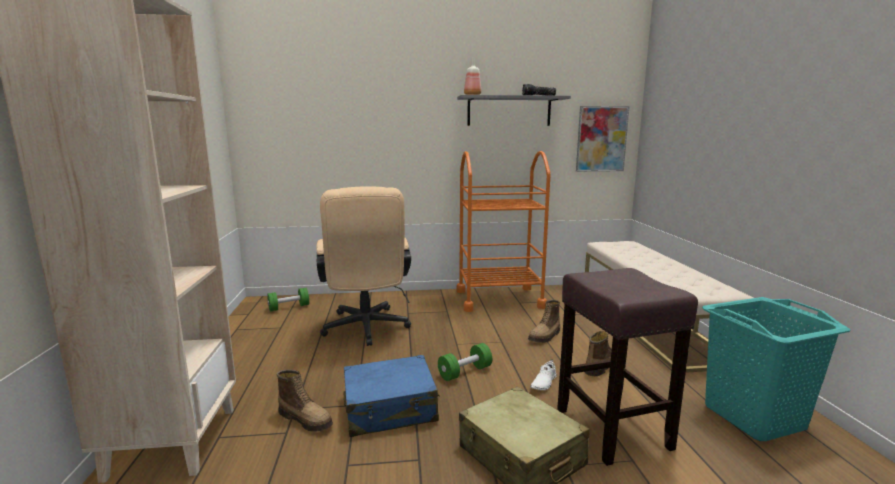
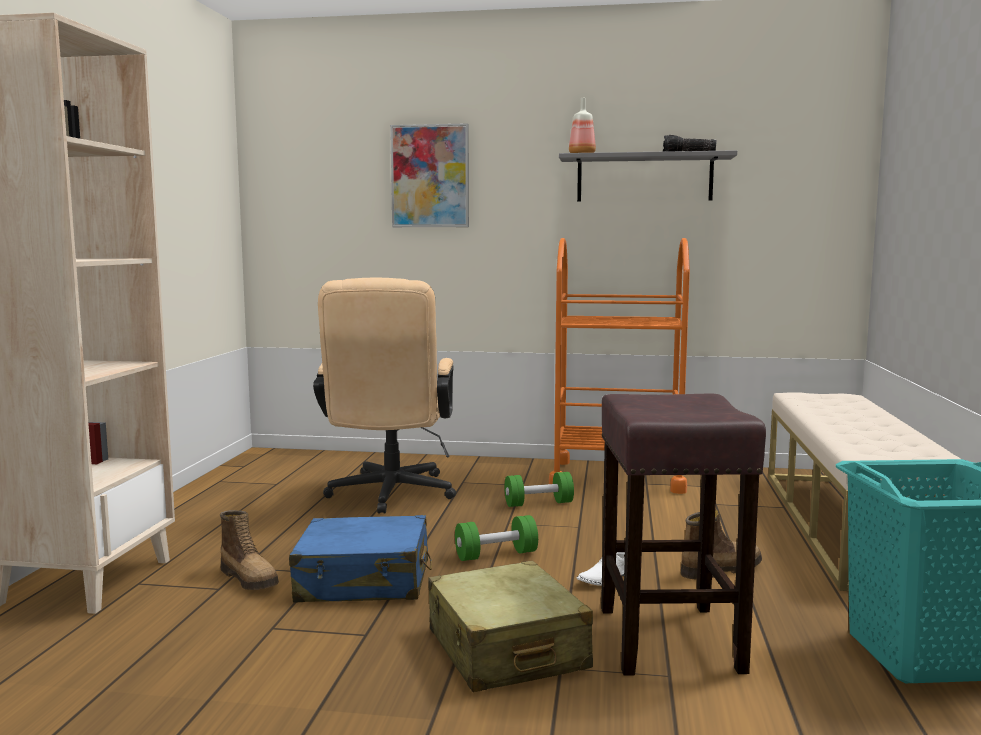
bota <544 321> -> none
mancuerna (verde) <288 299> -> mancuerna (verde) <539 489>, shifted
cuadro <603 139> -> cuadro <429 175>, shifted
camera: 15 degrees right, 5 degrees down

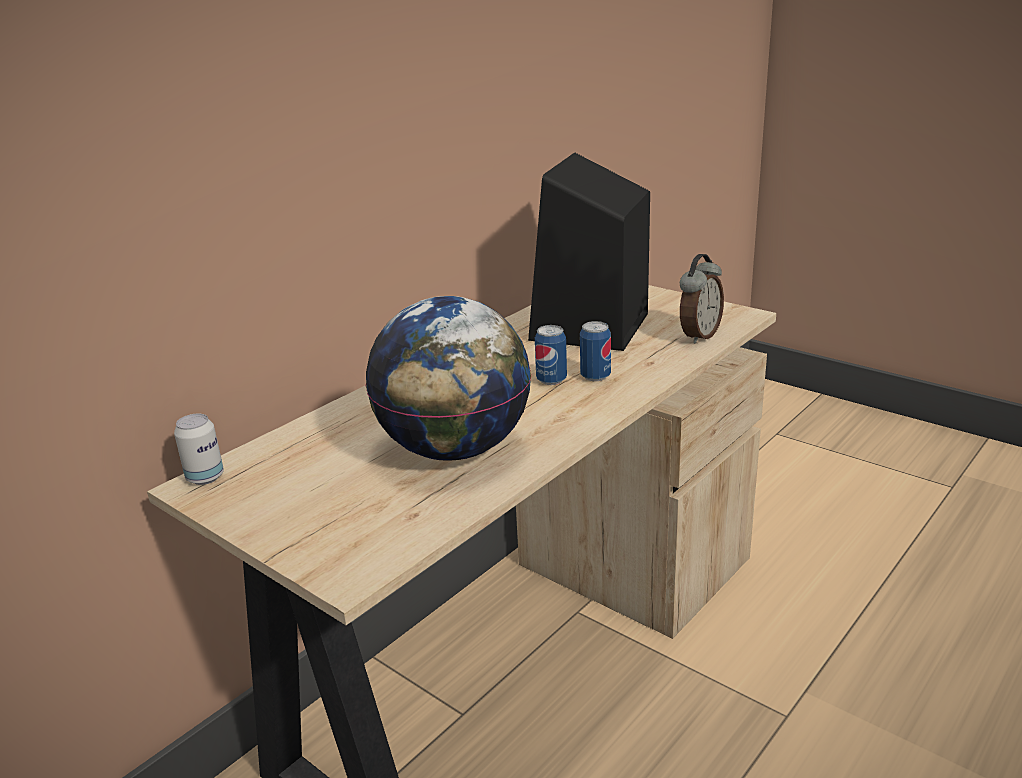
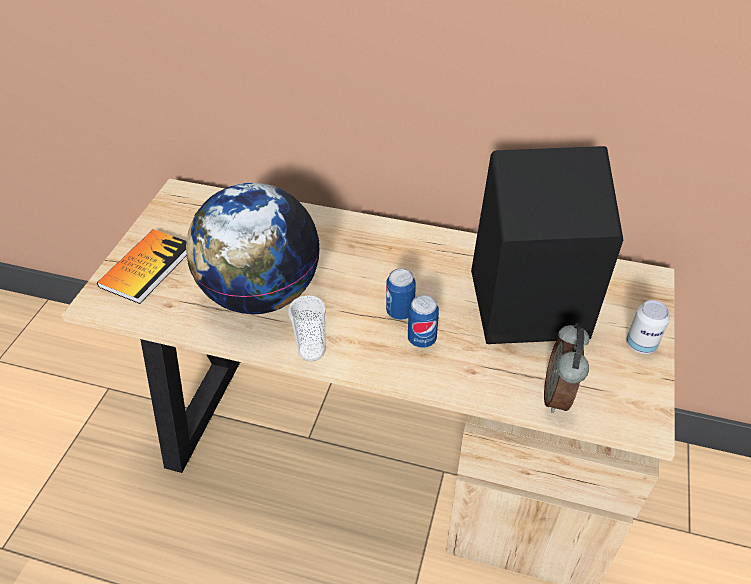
none -> libro <142 266>
none -> taza <307 328>
lata <199 449> -> lata <648 327>, shifted
despertador <702 299> -> despertador <566 368>, 90 degrees clockwise
camera: 65 degrees right, 20 degrees up

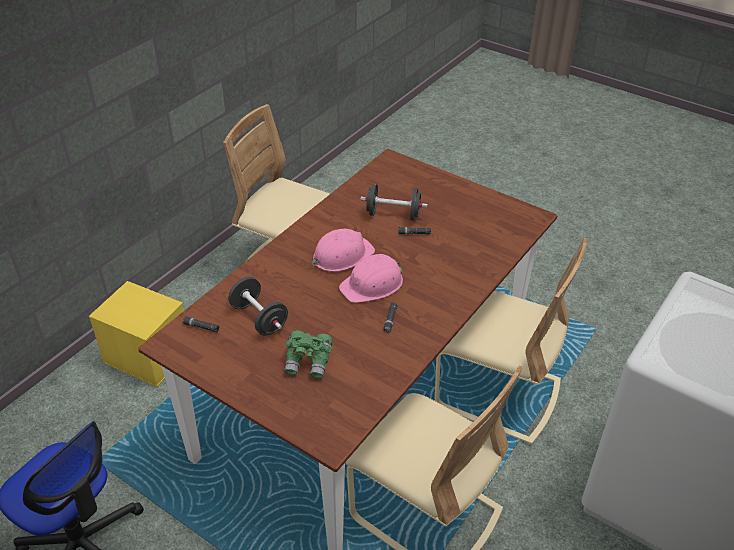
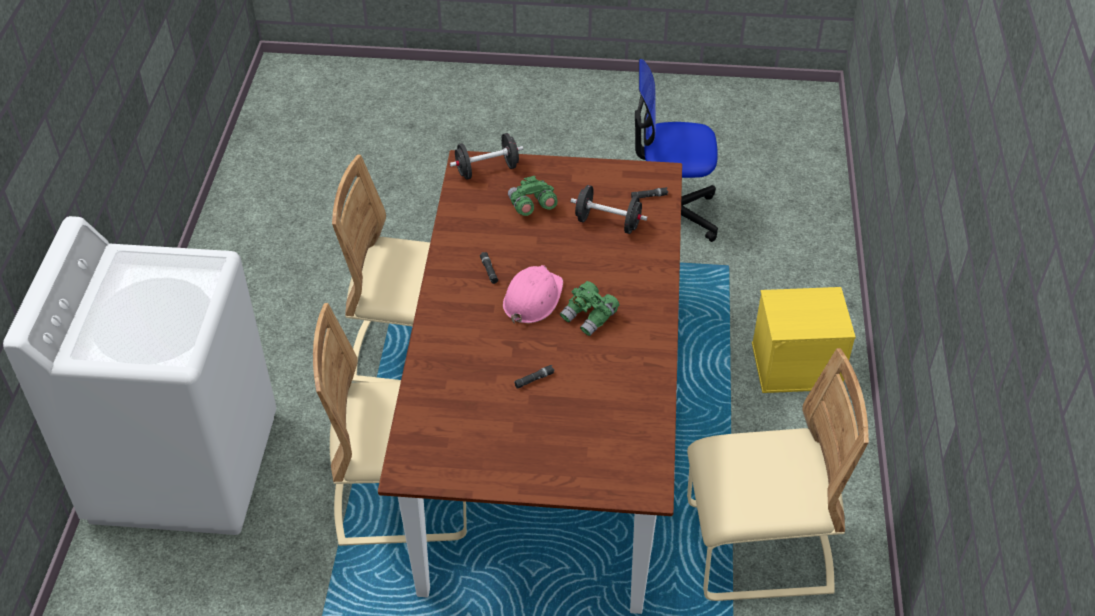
mancuerna (negro) <394 202> -> mancuerna (negro) <486 156>, shifted
casco (rosa) <343 250> -> prismáticos (verde) <590 308>
camera: 150 degrees right, 5 degrees up

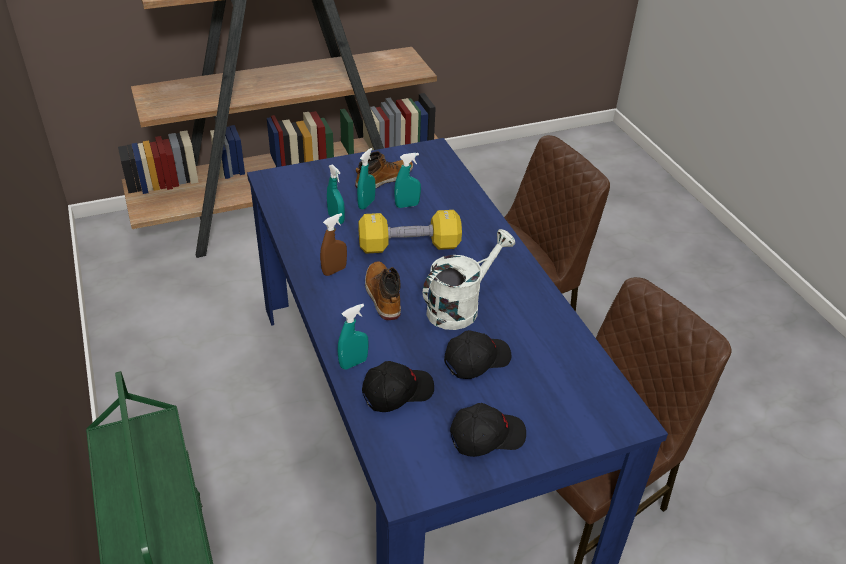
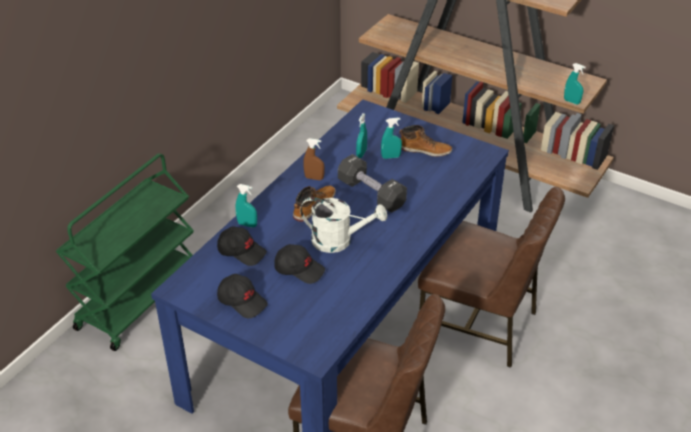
pulverizador (turquesa) <407 180> -> pulverizador (turquesa) <575 83>, shifted
mancuerna (amarillo) <410 232> -> mancuerna (negro) <372 183>
camera: 55 degrees right, 0 degrees up

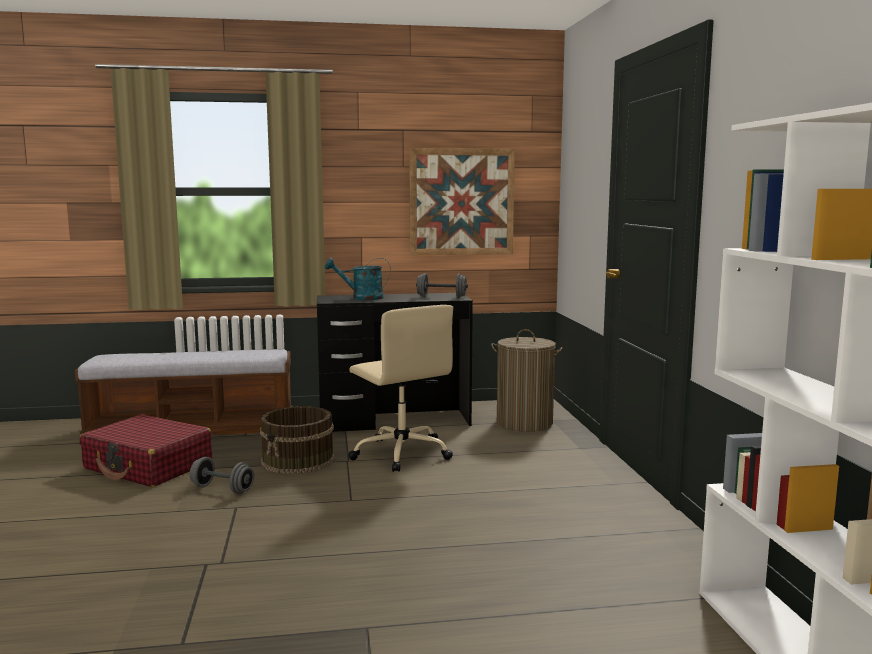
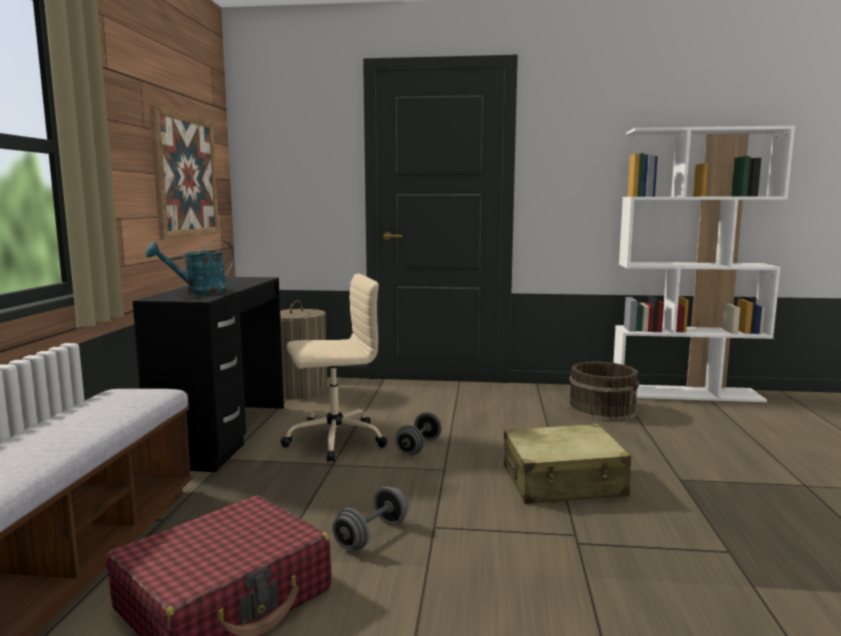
none -> maleta (beis) <567 464>
cubo (marrón) <297 440> -> cubo (marrón) <603 391>, shifted
mancuerna (gris) <442 285> -> mancuerna (gris) <418 433>, shifted
regadera (turquesa) <358 279> -> regadera (turquesa) <190 267>, 45 degrees clockwise
camera: 75 degrees left, 0 degrees up

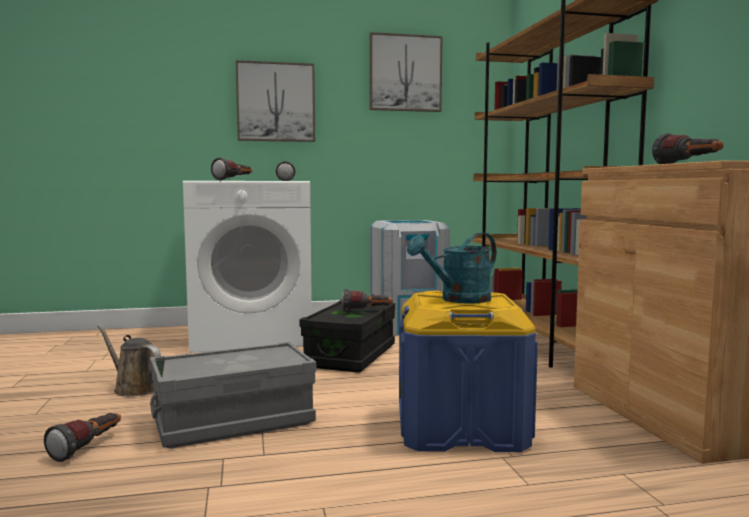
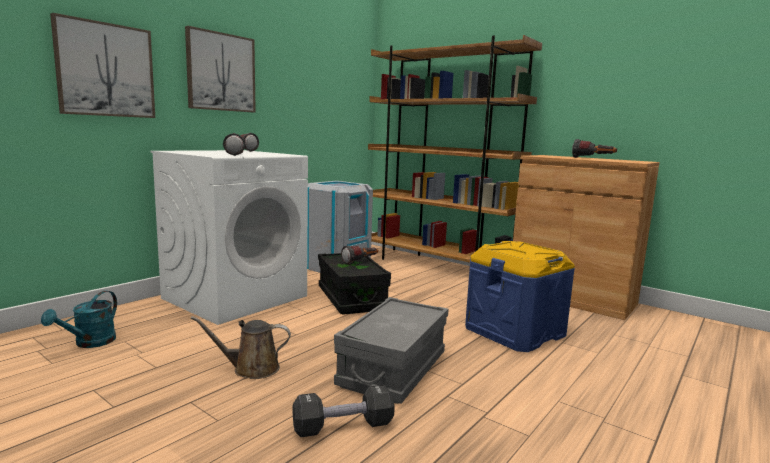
cuadro <405 72> -> cuadro <102 65>, shifted
regadera (turquesa) <451 268> -> regadera (turquesa) <79 319>, shifted
linterna <82 437> -> mancuerna (negro) <344 411>
camera: 40 degrees left, 5 degrees up

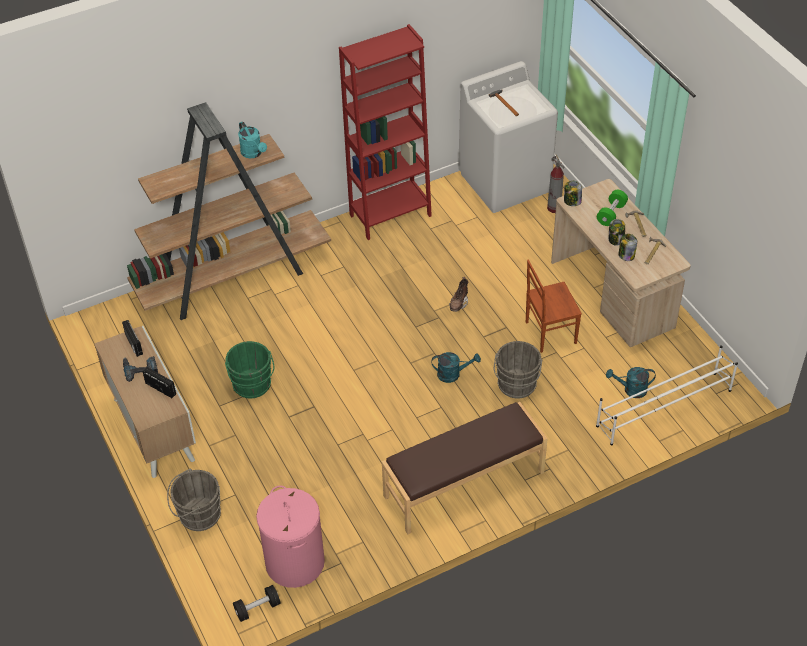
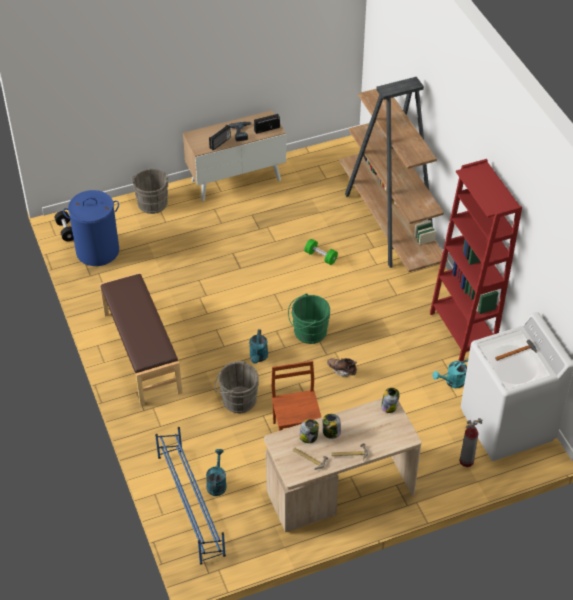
cubo (verde) <250 370> -> cubo (verde) <309 319>, shifted
regadera (turquesa) <252 140> -> regadera (turquesa) <450 374>, shifted
mancuerna (verde) <612 208> -> mancuerna (verde) <321 252>, shifted
cesto de la ropa (rosa) <290 536> -> cesto de la ropa (azul) <91 228>
zapatero (blanco) <667 395> -> zapatero (azul) <190 496>
camera: 95 degrees right, 0 degrees up

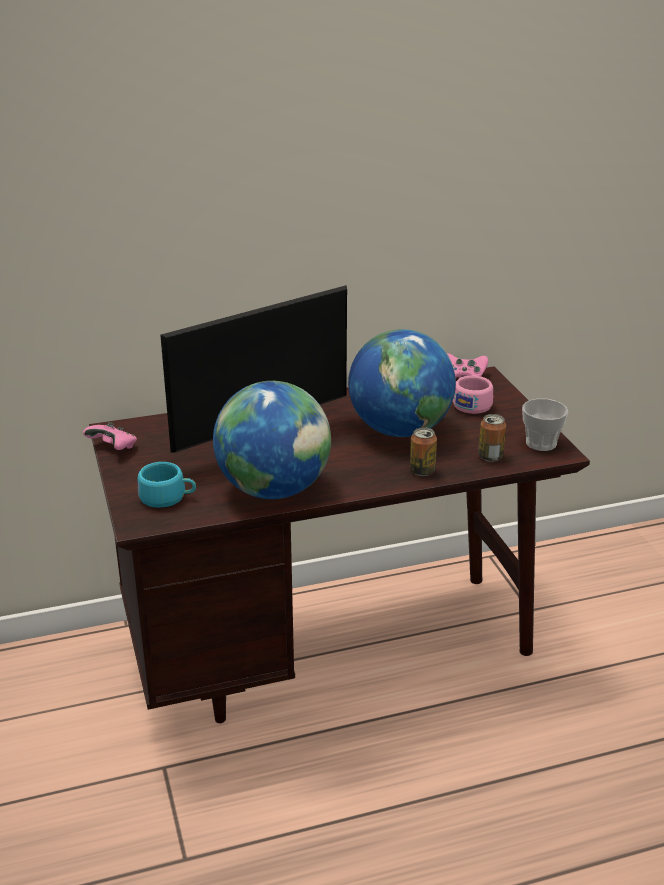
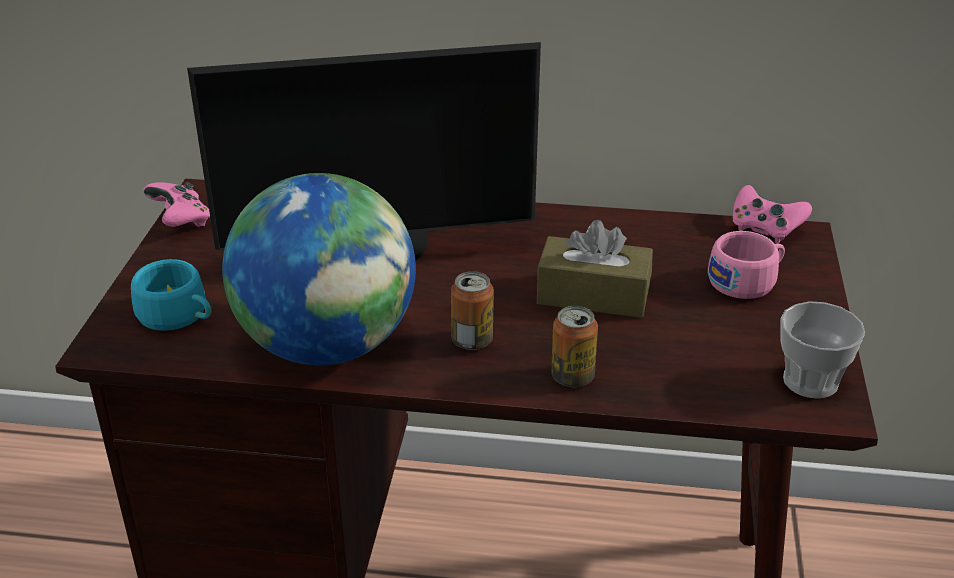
lata <492 438> -> lata <472 310>, shifted
globo terráqueo <402 383> -> caja de pañuelos (marrón) <595 269>
camera: 25 degrees right, 5 degrees up

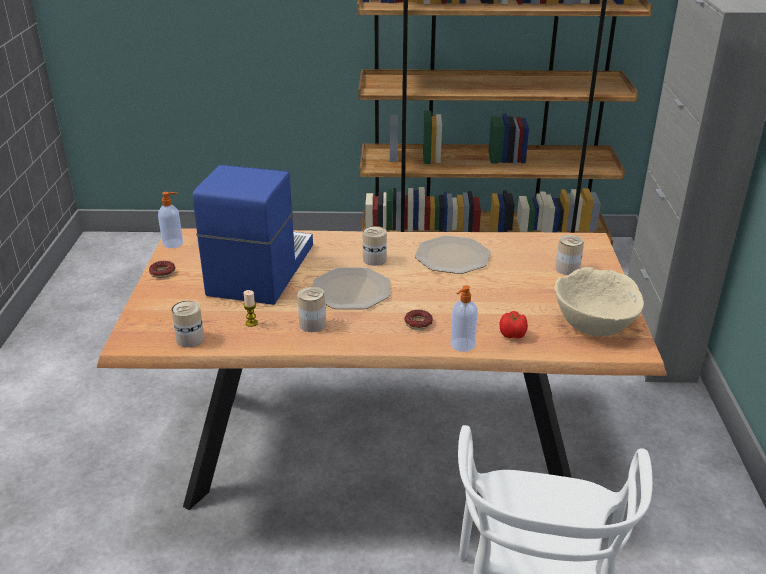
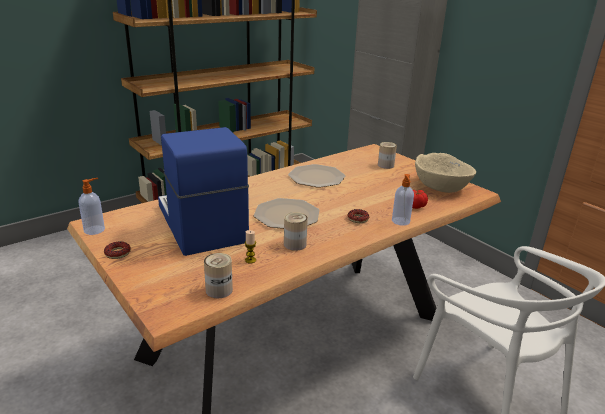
lata <374 246> -> none
camera: 40 degrees left, 5 degrees down

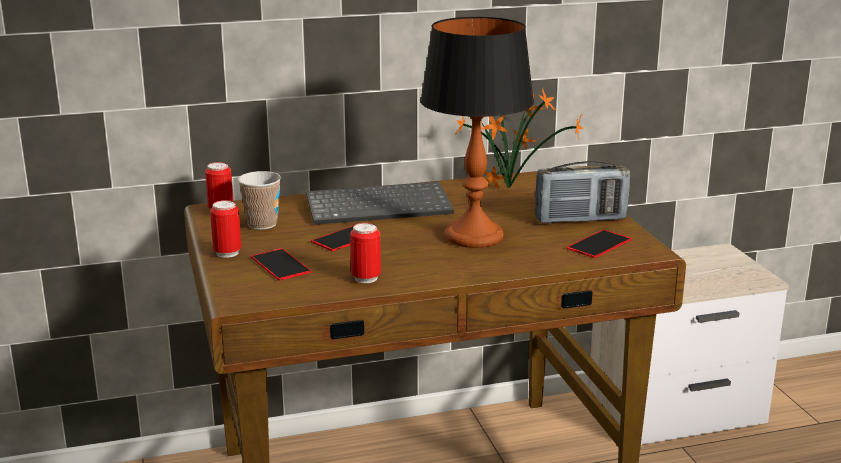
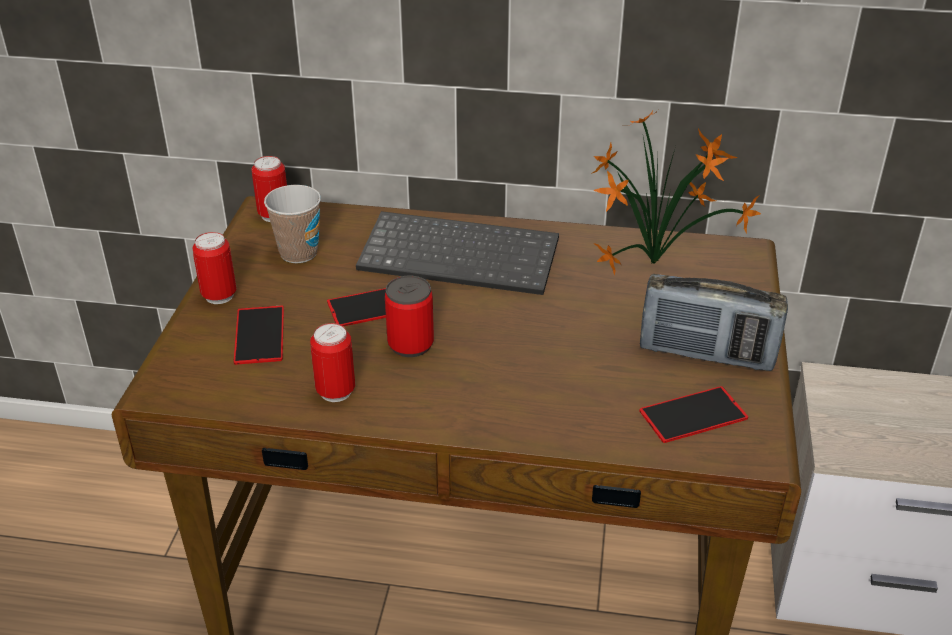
lámpara de mesa <477 132> -> none
none -> lata <409 316>
camera: 25 degrees right, 15 degrees up

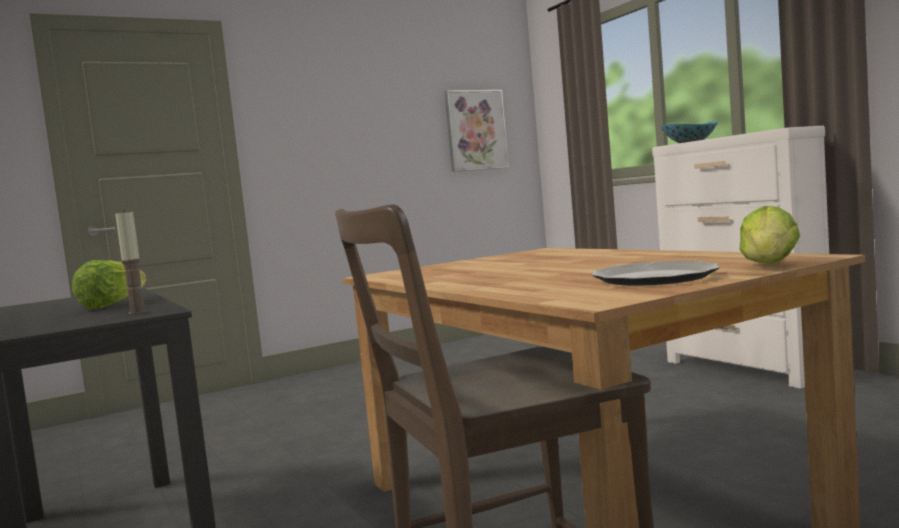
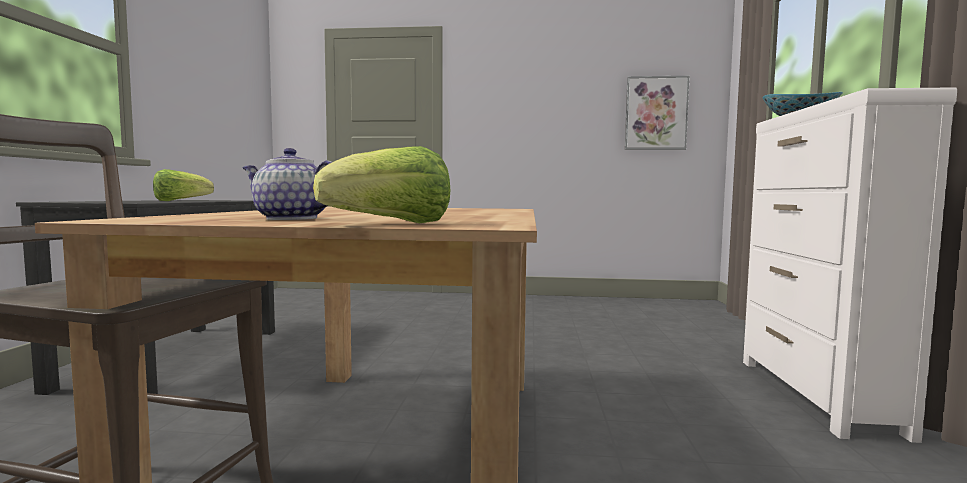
vela <131 262> -> none
plato <656 273> -> tetera <287 184>
camera: 35 degrees right, 0 degrees up

